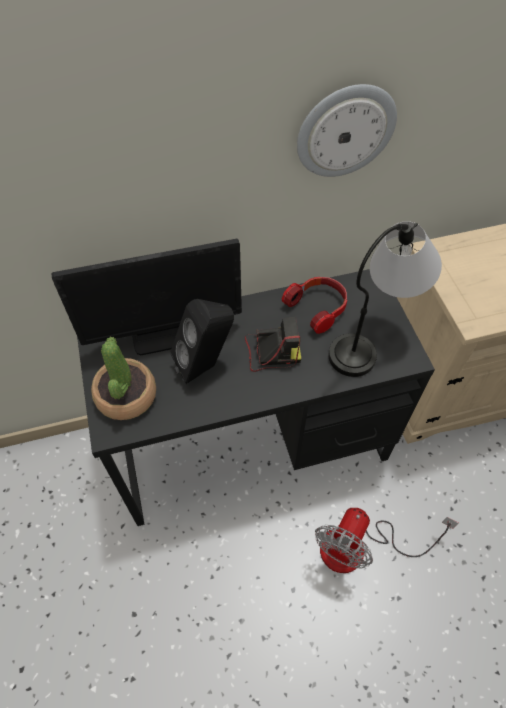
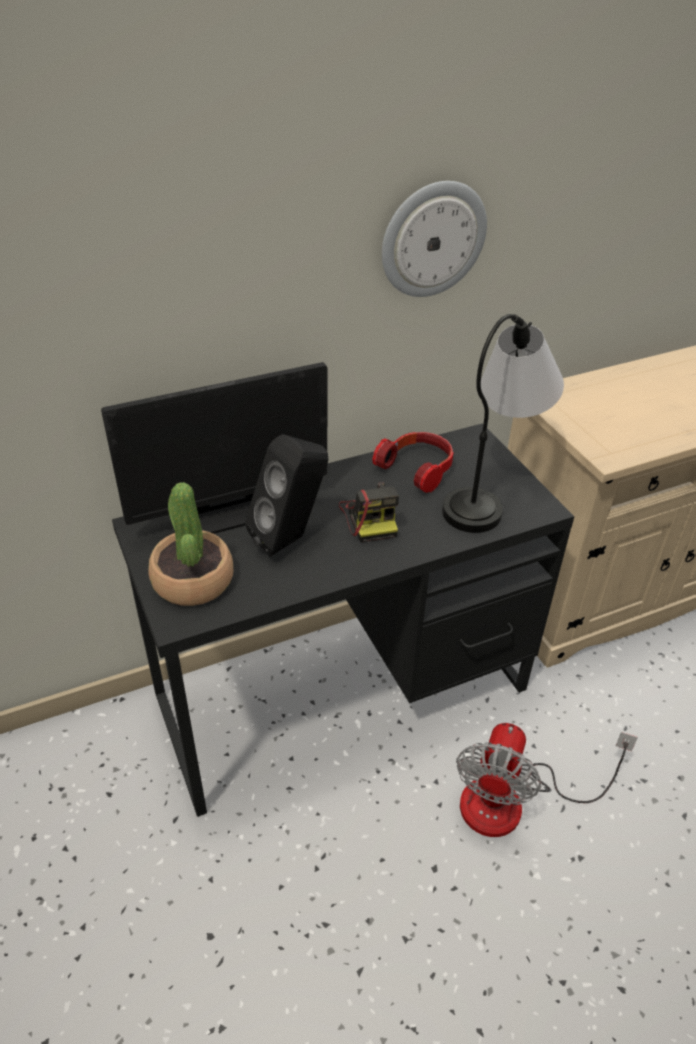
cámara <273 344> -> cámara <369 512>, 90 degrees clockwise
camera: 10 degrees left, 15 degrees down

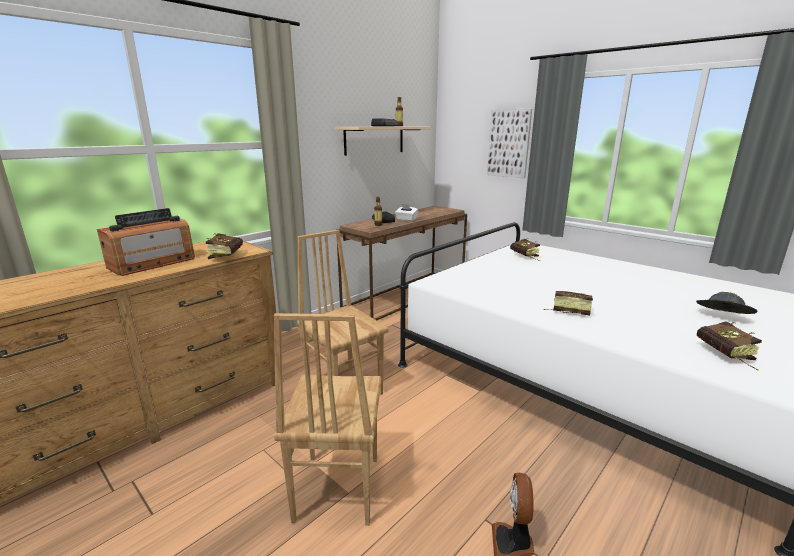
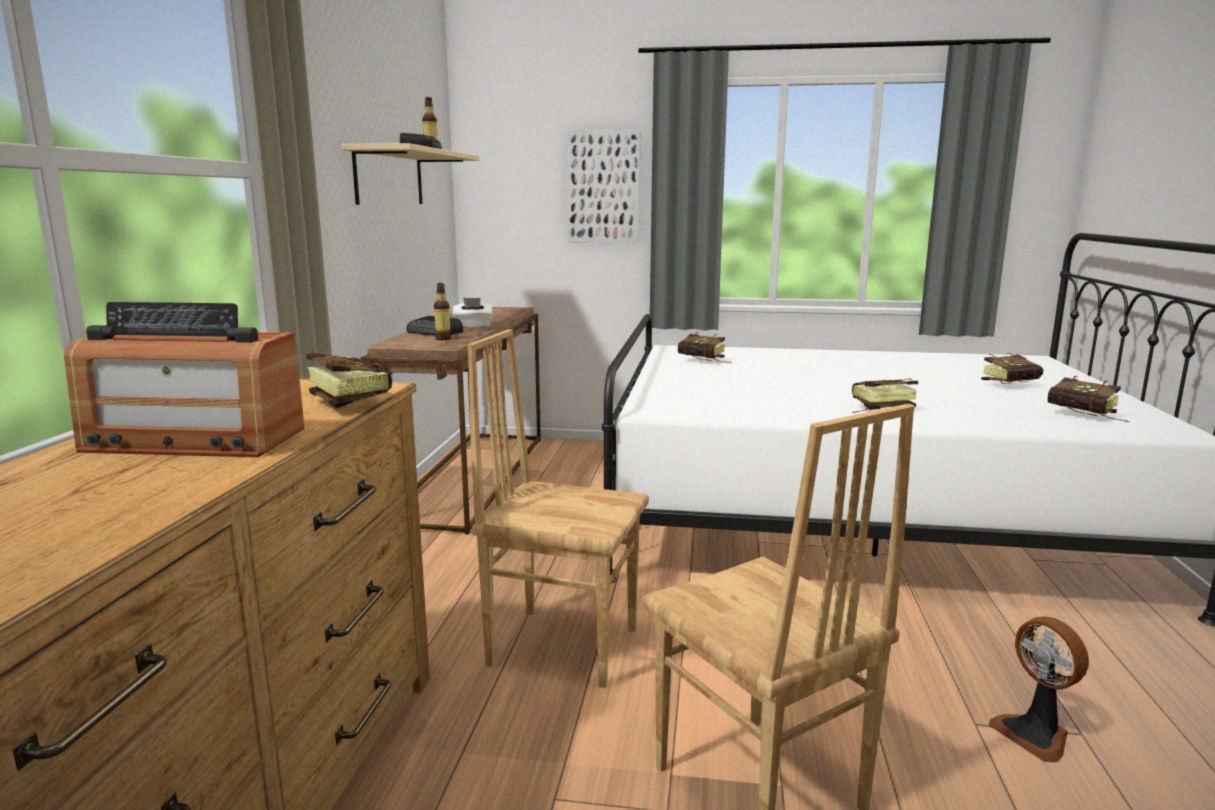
sombrero (gris) <727 303> -> libro <1012 368>
radio <146 242> -> radio <184 379>, 90 degrees clockwise
camera: 35 degrees left, 5 degrees down

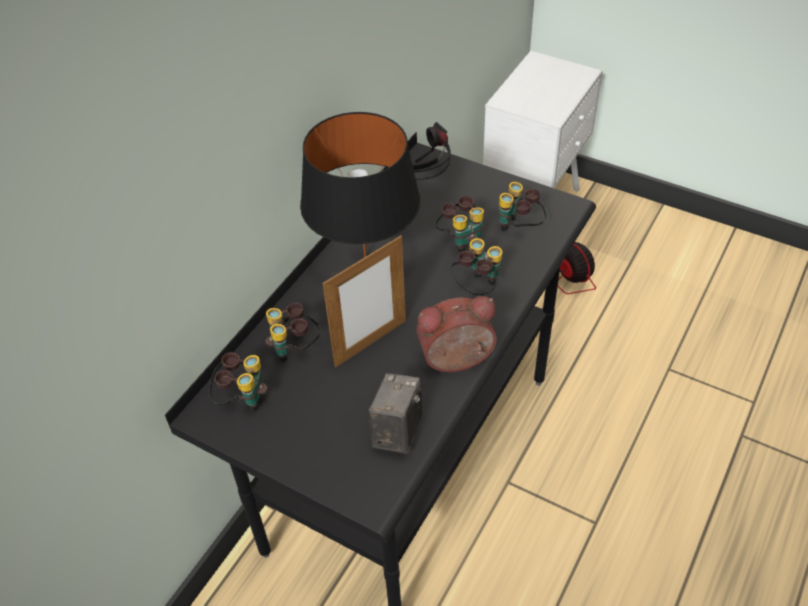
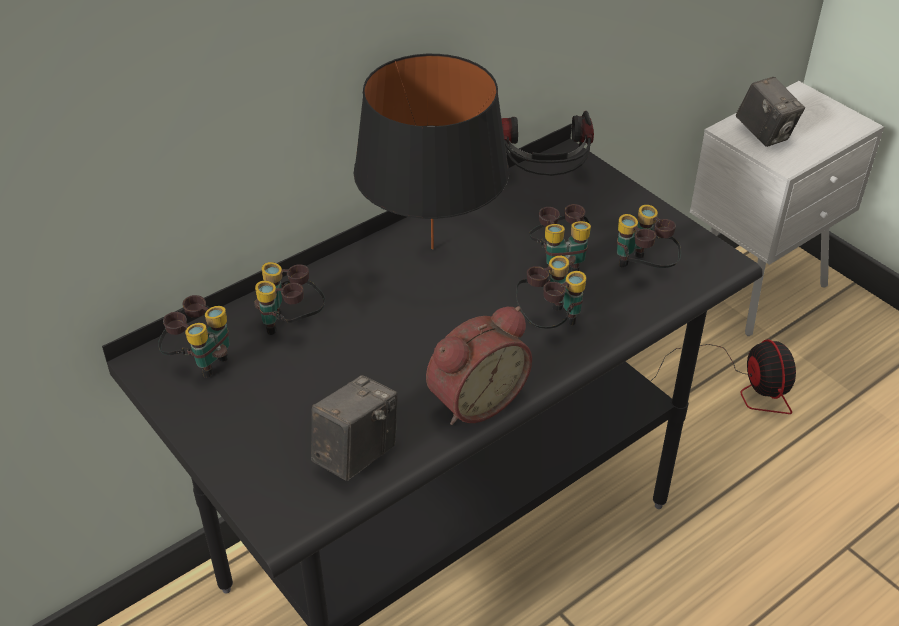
portarretratos <364 302> -> none
none -> cámara <770 112>
despertador <457 334> -> despertador <479 365>, 135 degrees clockwise
camera: 20 degrees right, 5 degrees down

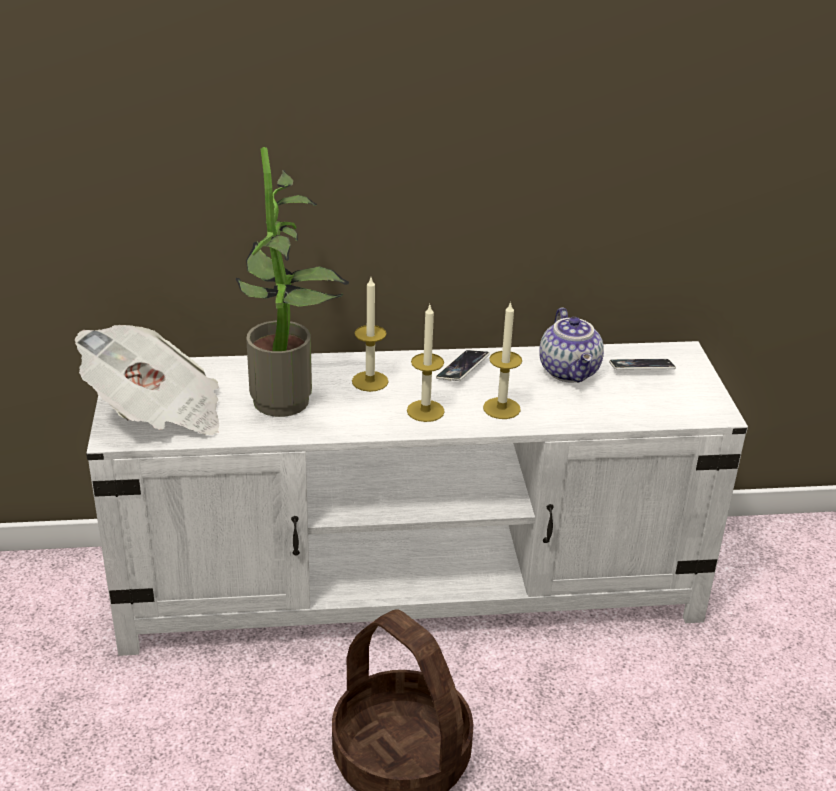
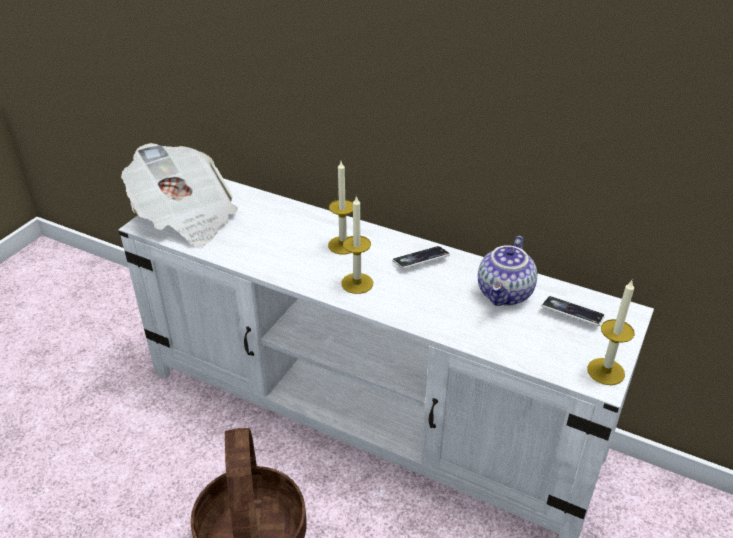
planta en maceta <292 282> -> none
vela <502 360> -> vela <611 332>, shifted
camera: 35 degrees right, 5 degrees up

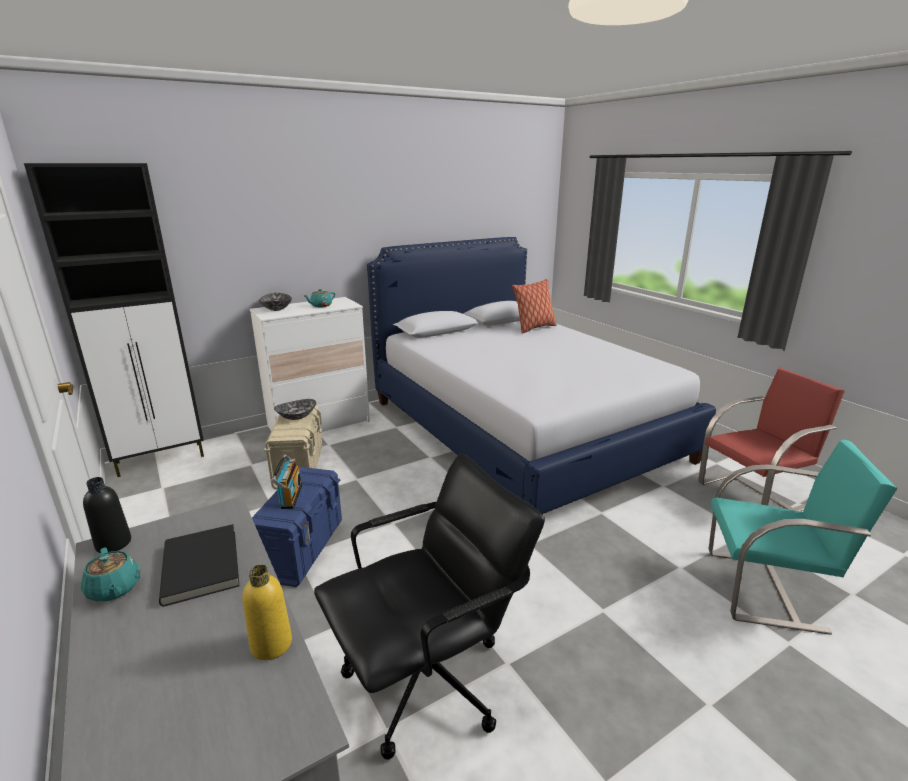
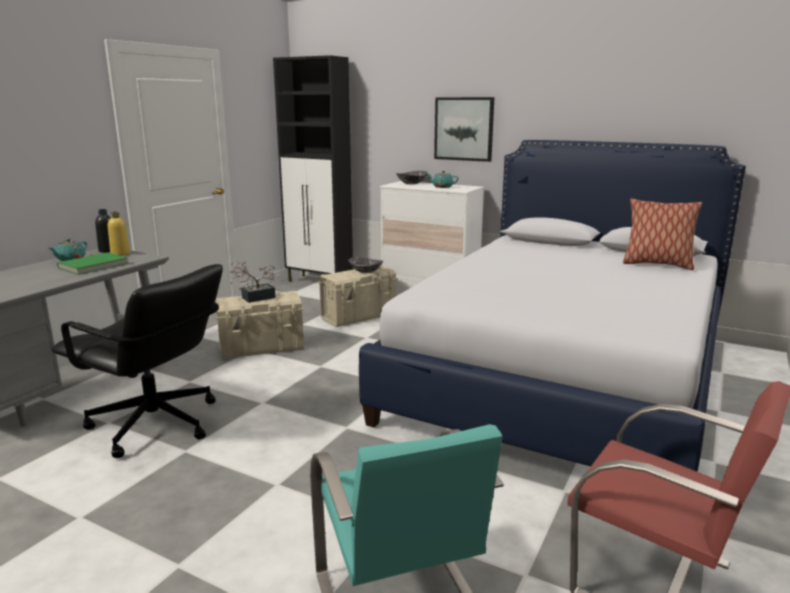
none -> cuadro <464 129>
botella (amarillo) <267 612> -> botella (amarillo) <119 233>, shifted
radio <287 481> -> planta en maceta <254 281>
libro (negro) <199 565> -> libro (verde) <92 263>
caja de almacenaje (azul) <297 527> -> caja de almacenaje (beis) <260 325>
camera: 60 degrees right, 5 degrees down

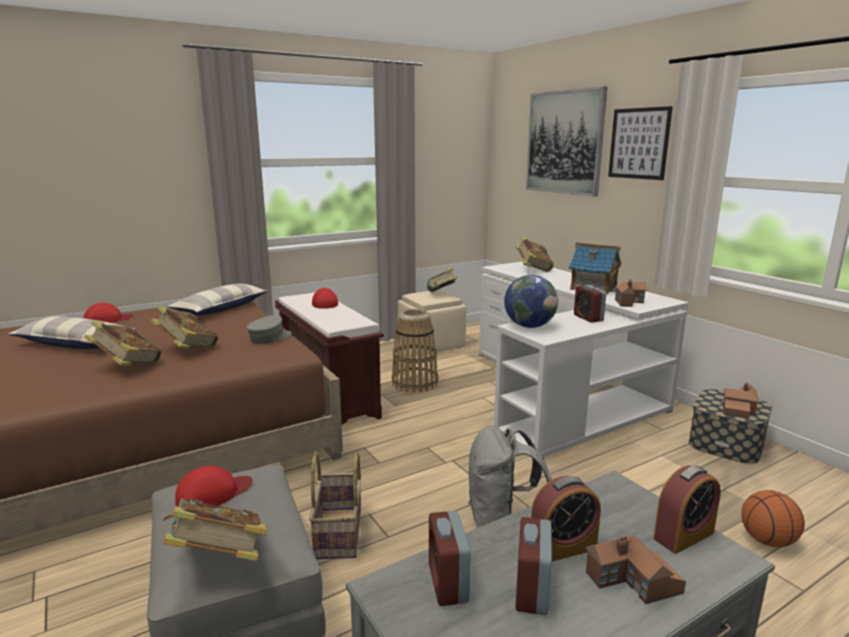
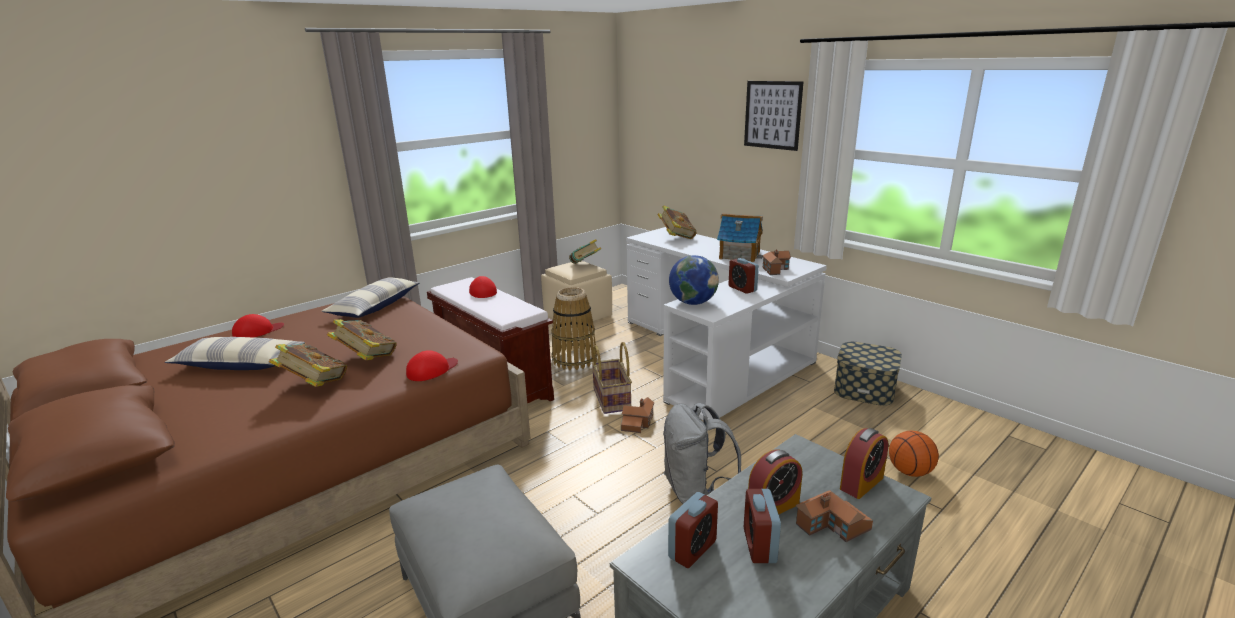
libro <215 529> -> none
gorra (gris) <269 329> -> none
cuadro <566 141> -> none
gorra (rojo) <214 486> -> gorra (rojo) <432 365>, shifted
cesta <335 505> -> cesta <612 378>, shifted
casita <741 401> -> casita <637 415>, shifted
despertador <450 558> -> despertador <693 530>, 120 degrees counterclockwise
camera: 10 degrees left, 5 degrees up

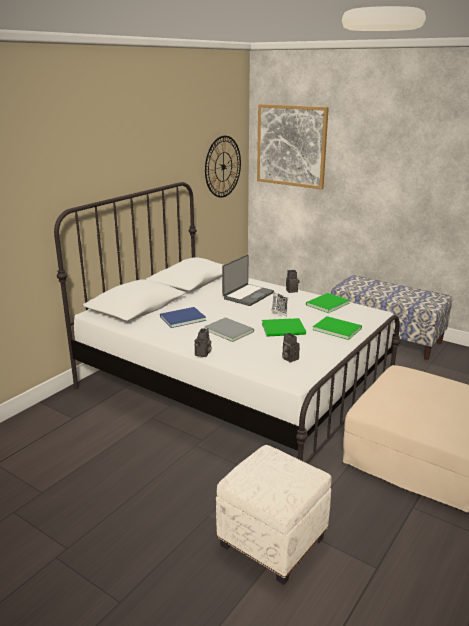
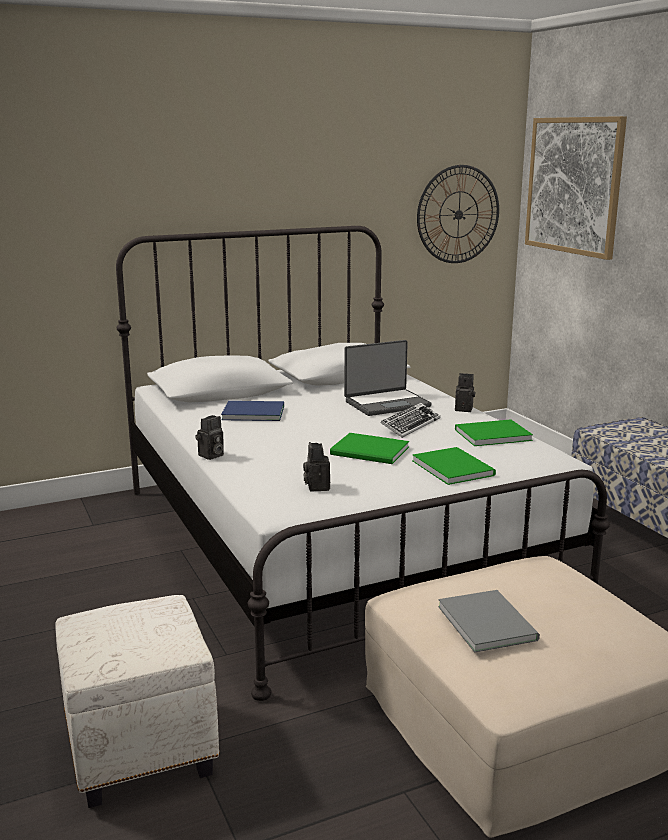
libro (gris) <229 329> -> libro (gris) <489 621>, shifted
camera: 30 degrees right, 5 degrees down

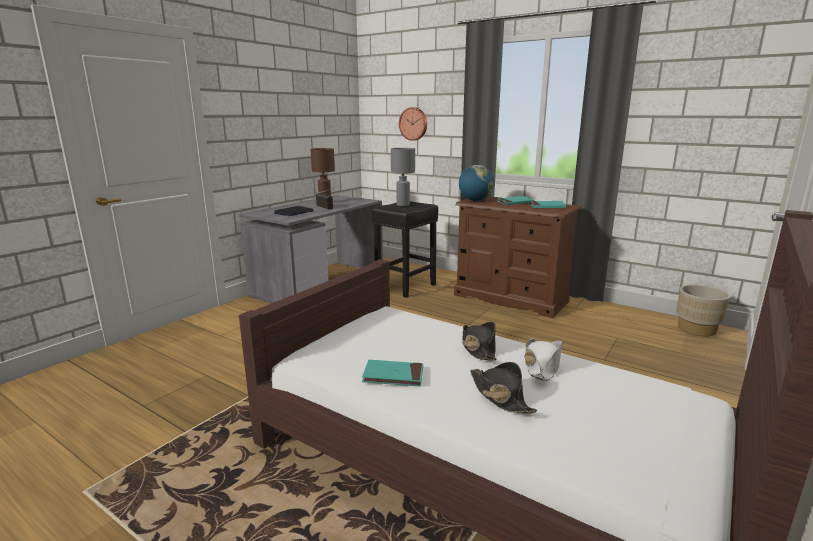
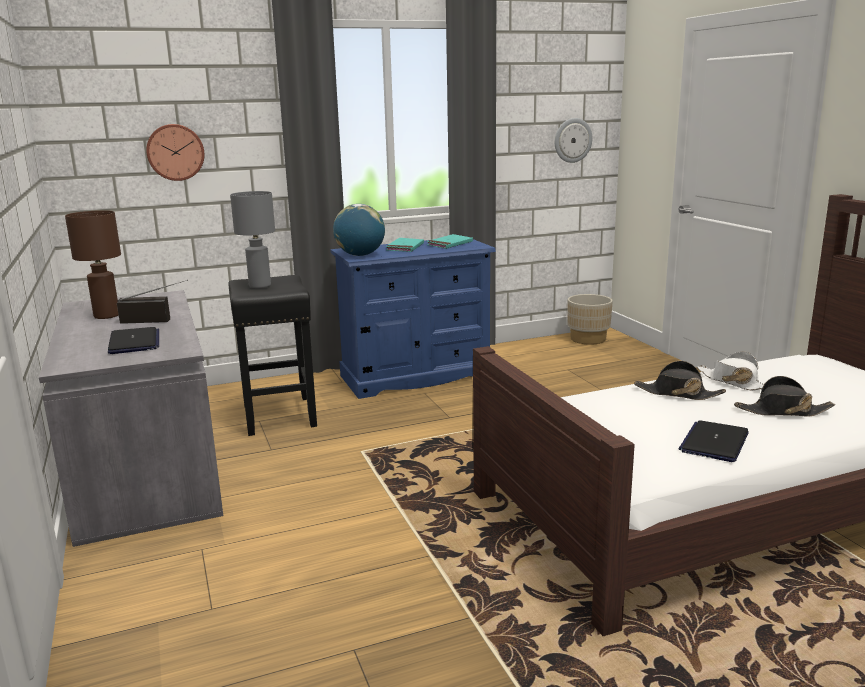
none -> reloj de pared <573 140>
libro (turquesa) <392 373> -> portátil <714 441>
cómoda (marrón) <517 257> -> cómoda (azul) <413 319>
camera: 55 degrees left, 0 degrees up

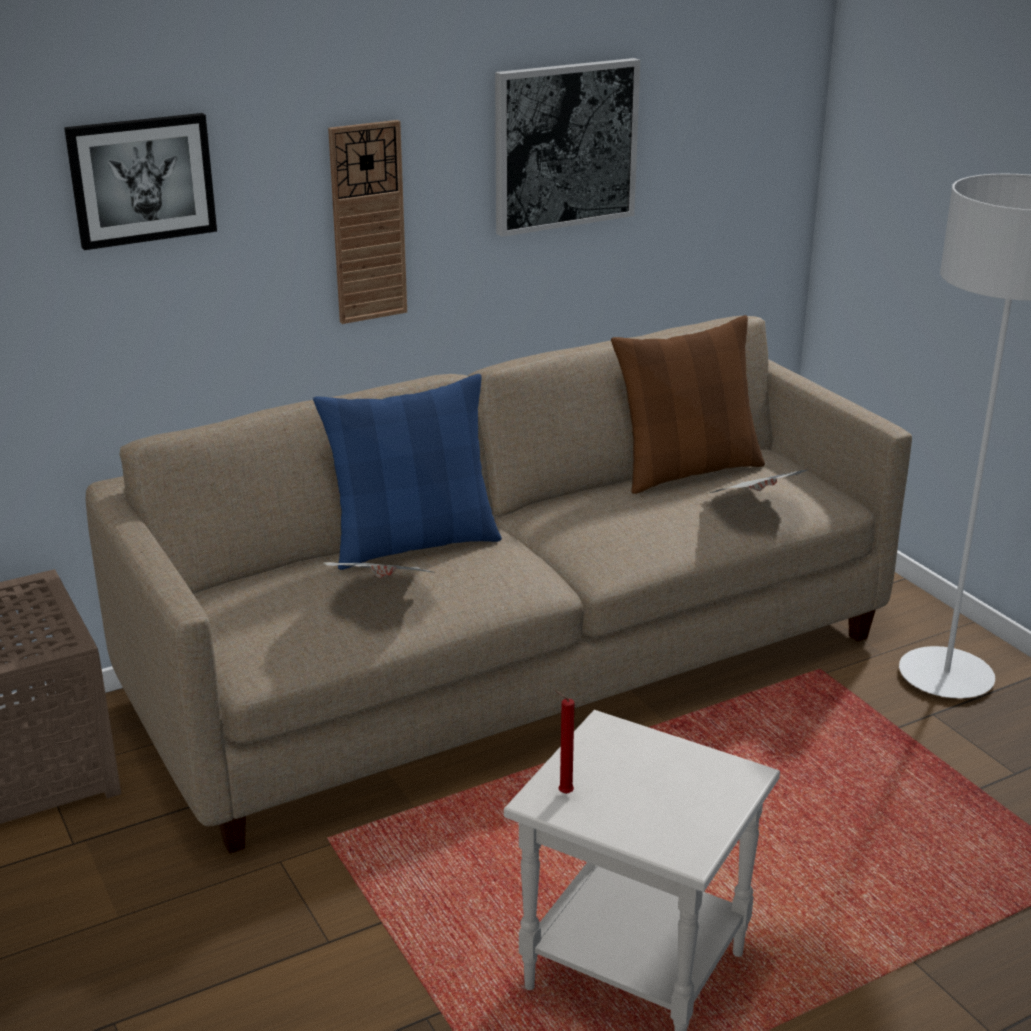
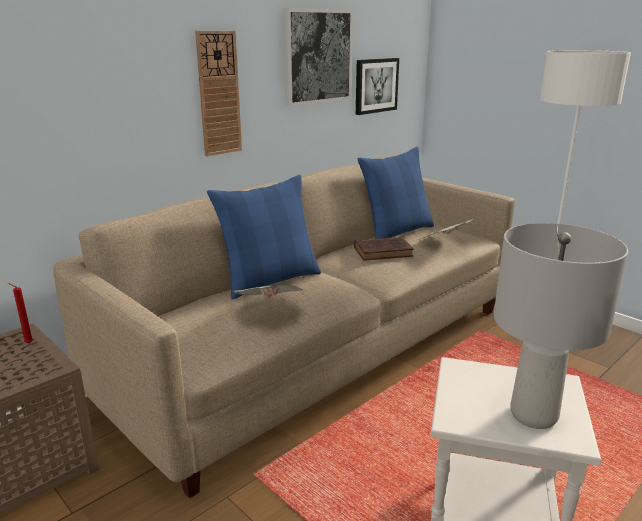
none -> libro (marrón) <384 249>
none -> lámpara de mesa (gris) <561 326>
cuadro <140 181> -> cuadro <377 86>, shifted
vela (rojo) <564 742> -> vela (rojo) <20 313>, shifted
cojín (marrón) <688 404> -> cojín (azul) <396 193>
camera: 15 degrees left, 5 degrees down

